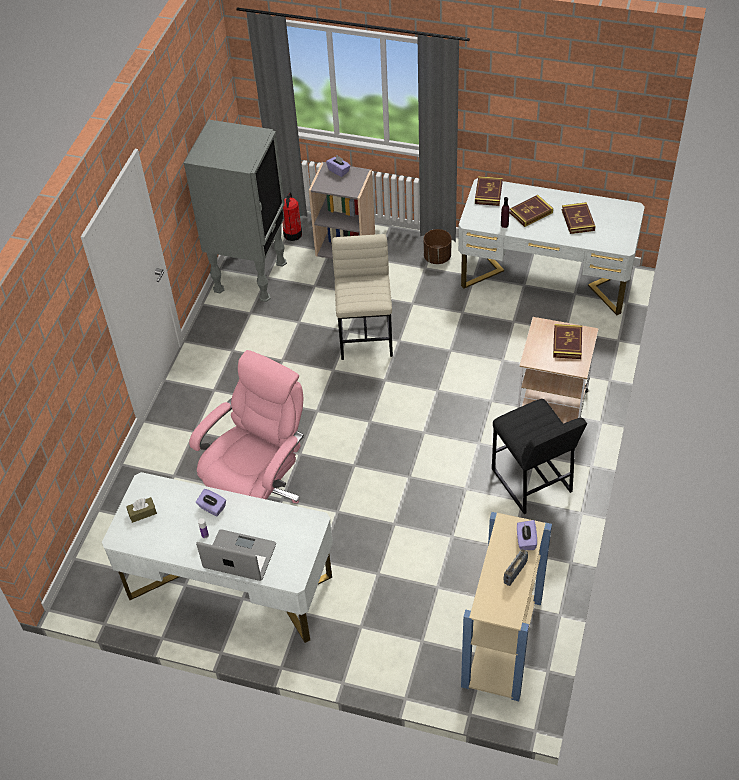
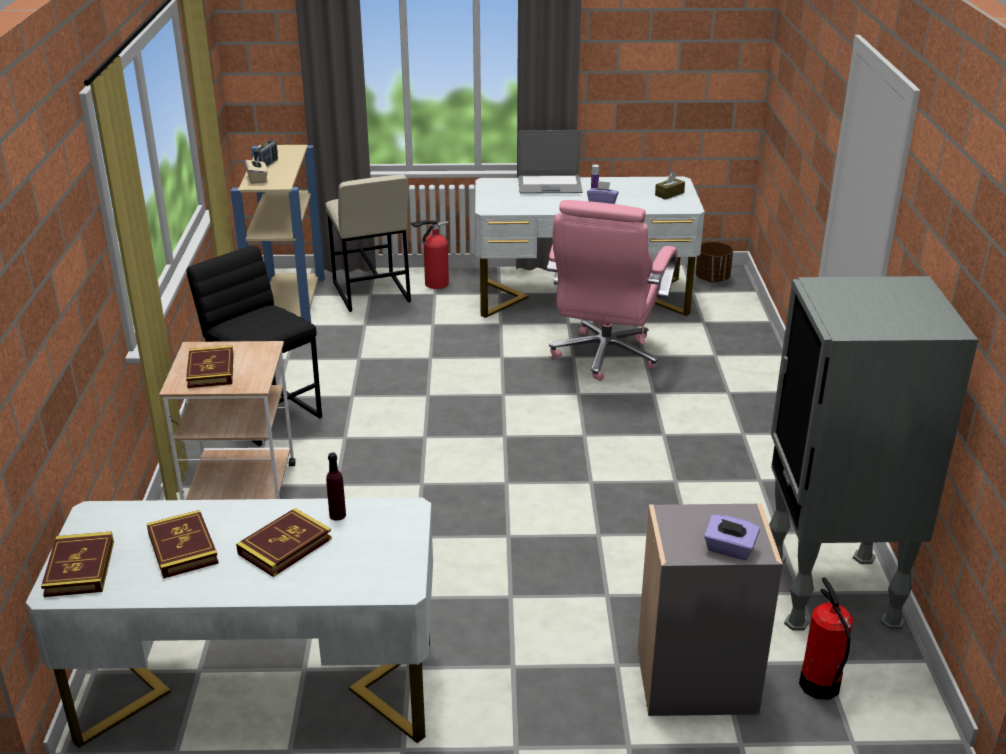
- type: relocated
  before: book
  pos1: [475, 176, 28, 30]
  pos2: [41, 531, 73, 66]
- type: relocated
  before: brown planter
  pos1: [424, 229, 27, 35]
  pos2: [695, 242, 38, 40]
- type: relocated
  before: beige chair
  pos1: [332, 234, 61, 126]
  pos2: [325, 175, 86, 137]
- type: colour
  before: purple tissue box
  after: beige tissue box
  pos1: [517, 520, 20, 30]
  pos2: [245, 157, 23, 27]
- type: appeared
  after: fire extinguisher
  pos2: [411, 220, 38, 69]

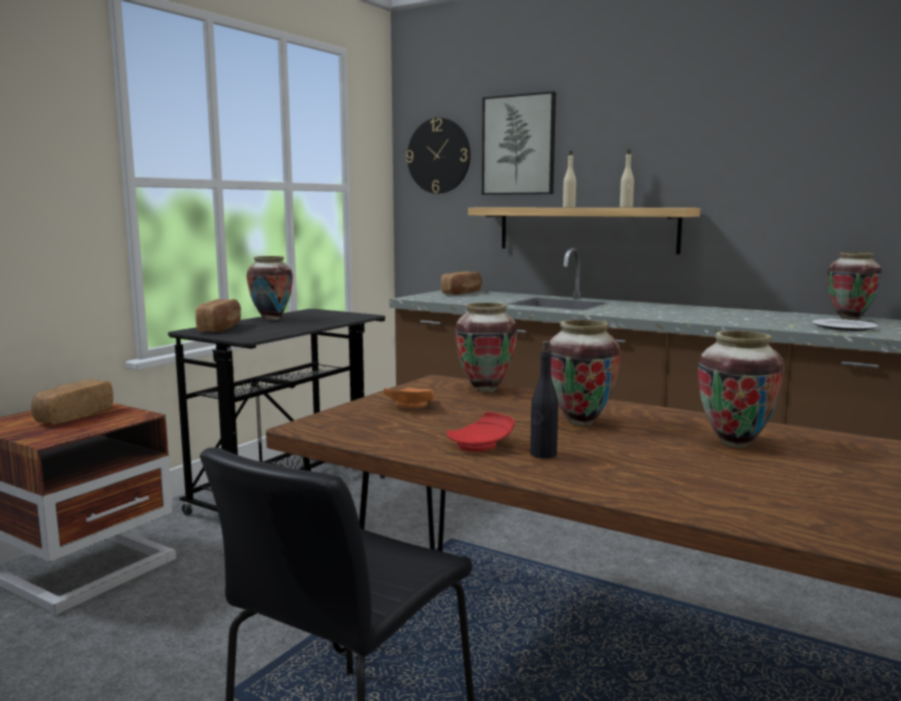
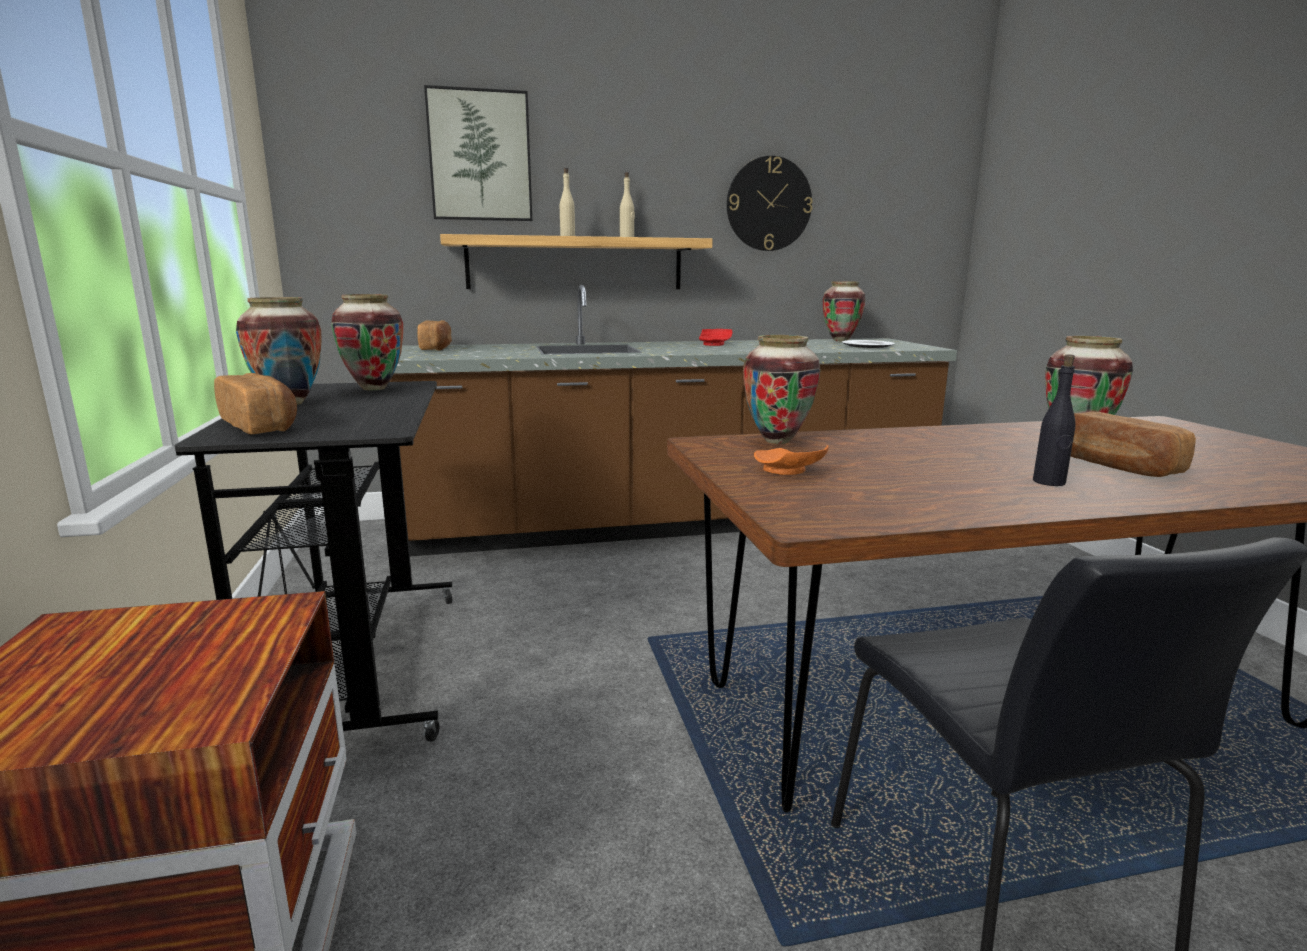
- type: relocated
  before: wall clock
  pos1: [406, 118, 65, 76]
  pos2: [727, 156, 86, 95]
- type: relocated
  before: vase
  pos1: [550, 320, 71, 106]
  pos2: [331, 294, 72, 96]
- type: relocated
  before: bread
  pos1: [31, 379, 82, 45]
  pos2: [1071, 412, 125, 65]
- type: relocated
  before: red plate
  pos1: [446, 412, 69, 40]
  pos2: [699, 329, 33, 17]

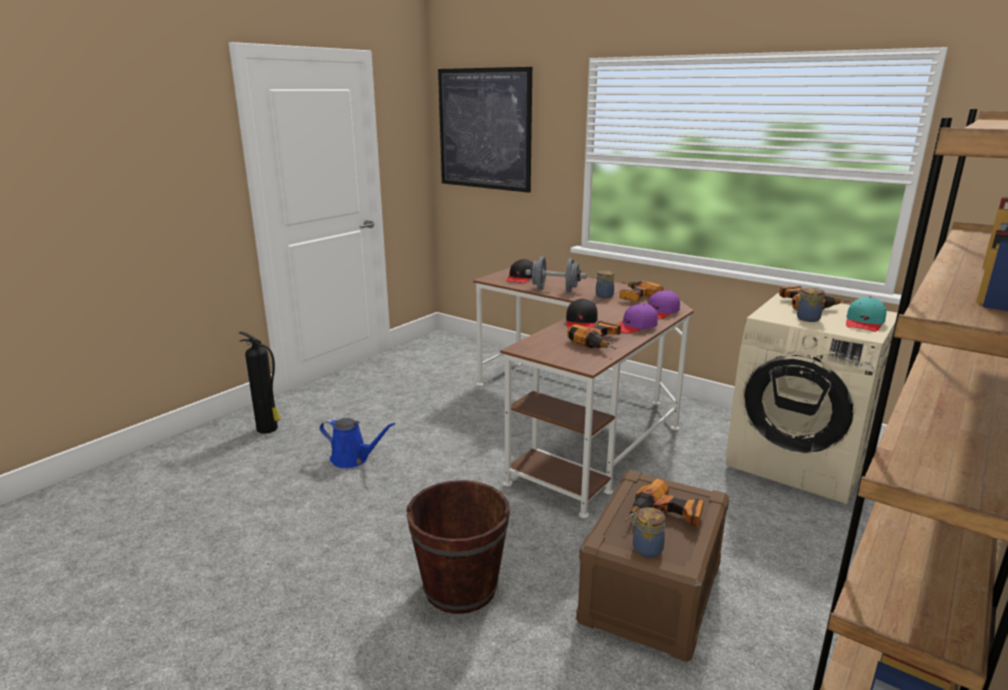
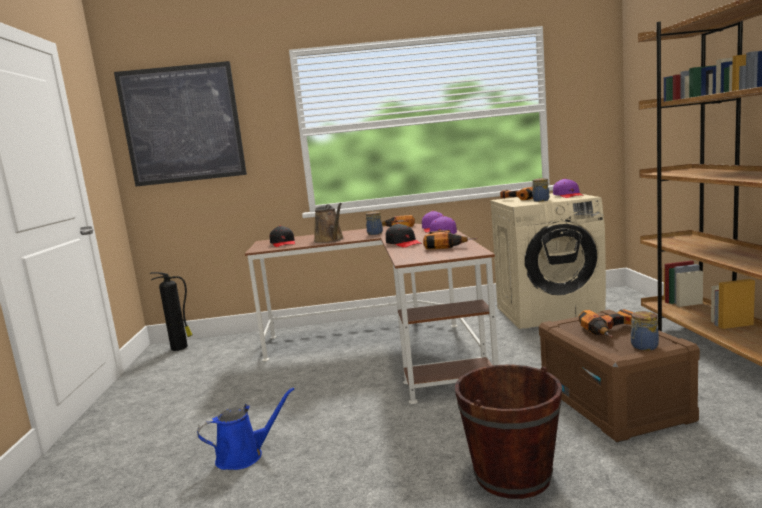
- type: exchanged
  before: grey dumbbell
  after: brown watering can
  pos1: [525, 257, 62, 35]
  pos2: [314, 203, 30, 40]
- type: colour
  before: turquoise cap
  after: purple cap
  pos1: [846, 296, 41, 36]
  pos2: [553, 178, 31, 20]
- type: relocated
  before: fire extinguisher
  pos1: [239, 332, 42, 102]
  pos2: [150, 272, 43, 79]

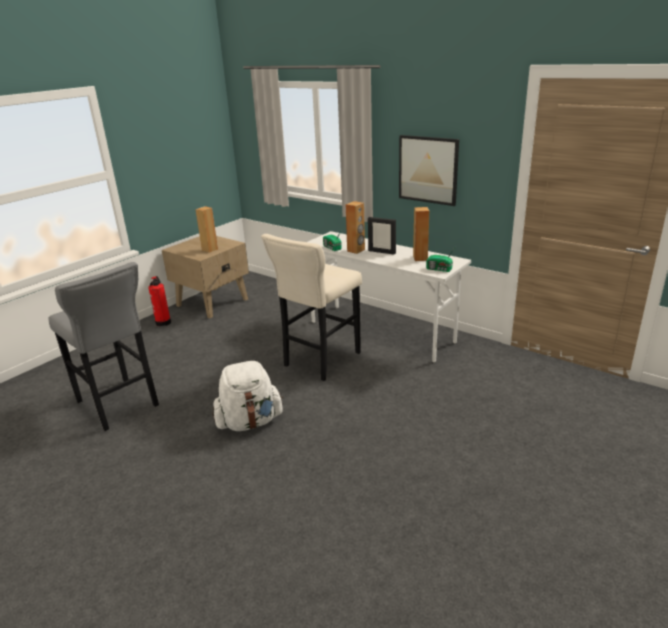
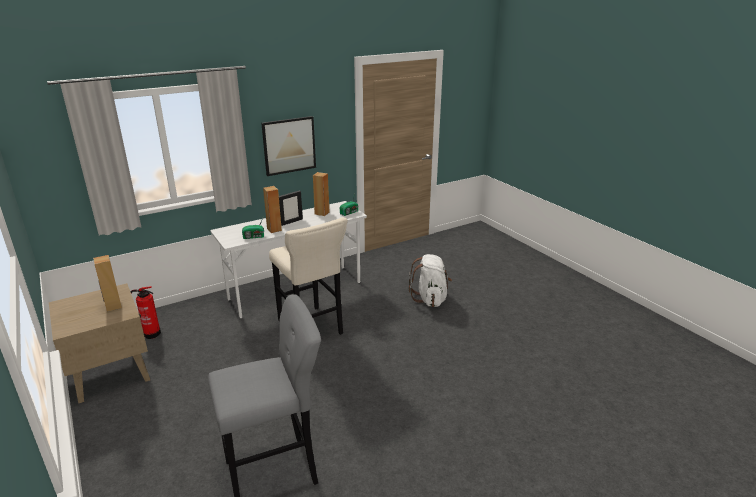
- type: relocated
  before: fire extinguisher
  pos1: [148, 276, 23, 50]
  pos2: [130, 286, 31, 53]
- type: relocated
  before: white backpack
  pos1: [212, 361, 71, 70]
  pos2: [409, 254, 43, 53]

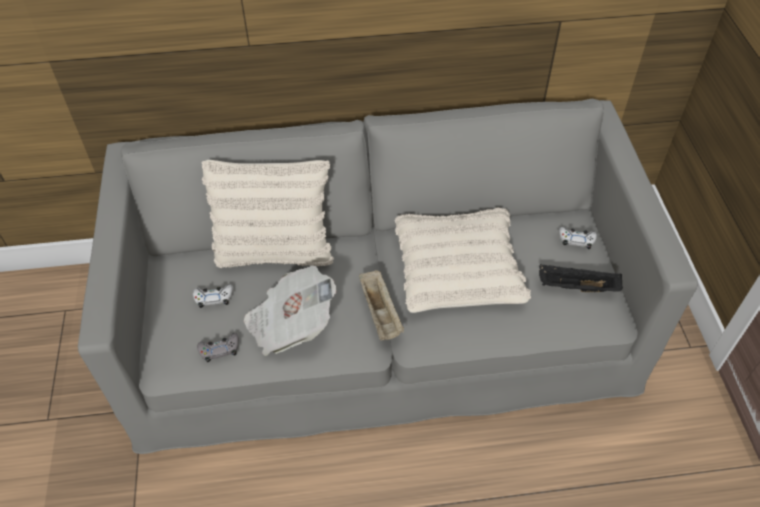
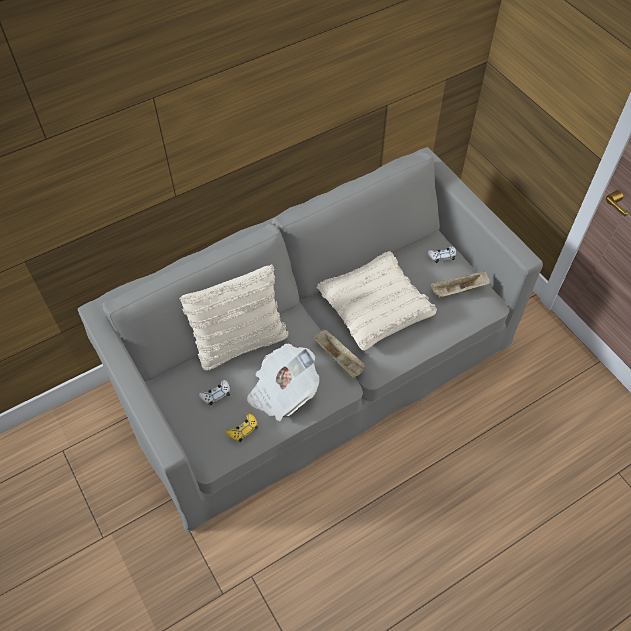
- type: colour
  before: black tray
  after: beige tray
  pos1: [539, 264, 84, 28]
  pos2: [431, 271, 59, 27]
- type: colour
  before: grey game controller
  after: yellow game controller
  pos1: [197, 333, 42, 29]
  pos2: [226, 414, 32, 28]

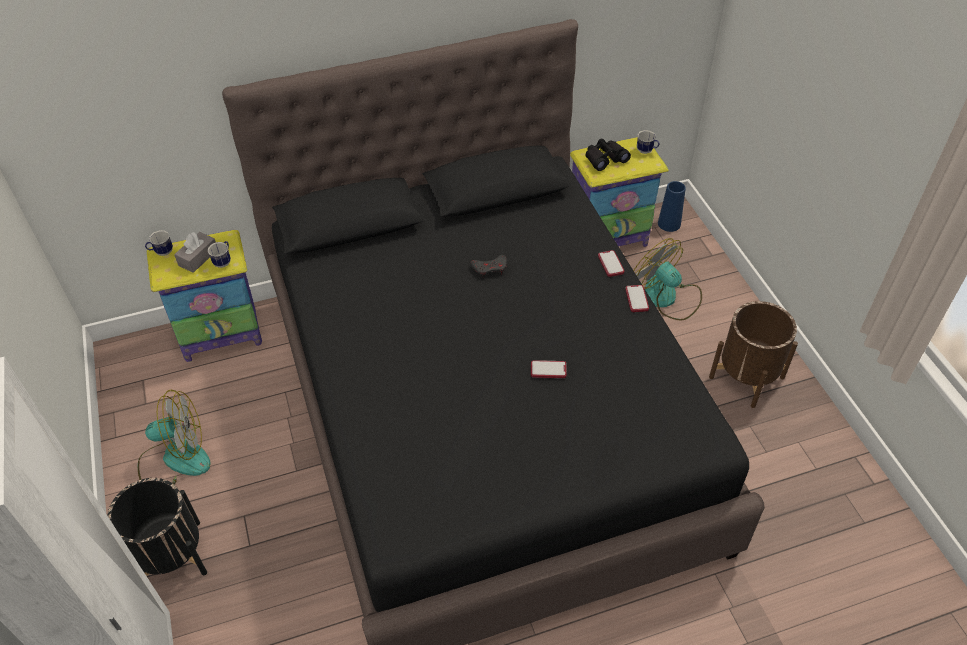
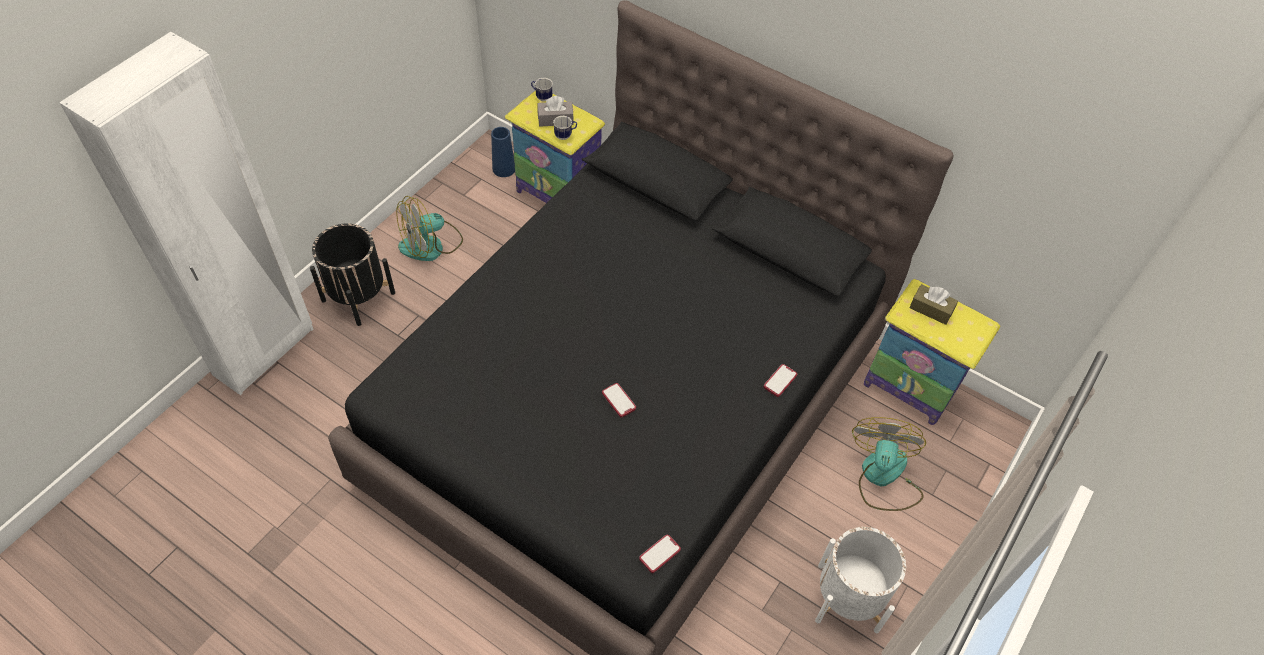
- type: missing
  before: mug
  pos1: [637, 130, 22, 24]
- type: exchanged
  before: black binoculars
  after: brown tissue box
  pos1: [585, 139, 46, 32]
  pos2: [909, 284, 49, 41]
- type: relocated
  before: blue vase
  pos1: [658, 181, 28, 51]
  pos2: [491, 127, 24, 50]
- type: missing
  before: grey game controller
  pos1: [470, 255, 37, 23]
- type: relocated
  before: phone
  pos1: [625, 285, 24, 27]
  pos2: [639, 535, 42, 38]
- type: colour
  before: brown planter
  after: white planter
  pos1: [709, 301, 89, 107]
  pos2: [815, 527, 91, 106]
- type: spun
  before: fan
  pos1: [138, 389, 73, 96]
  pos2: [396, 196, 67, 65]
  turn: 105

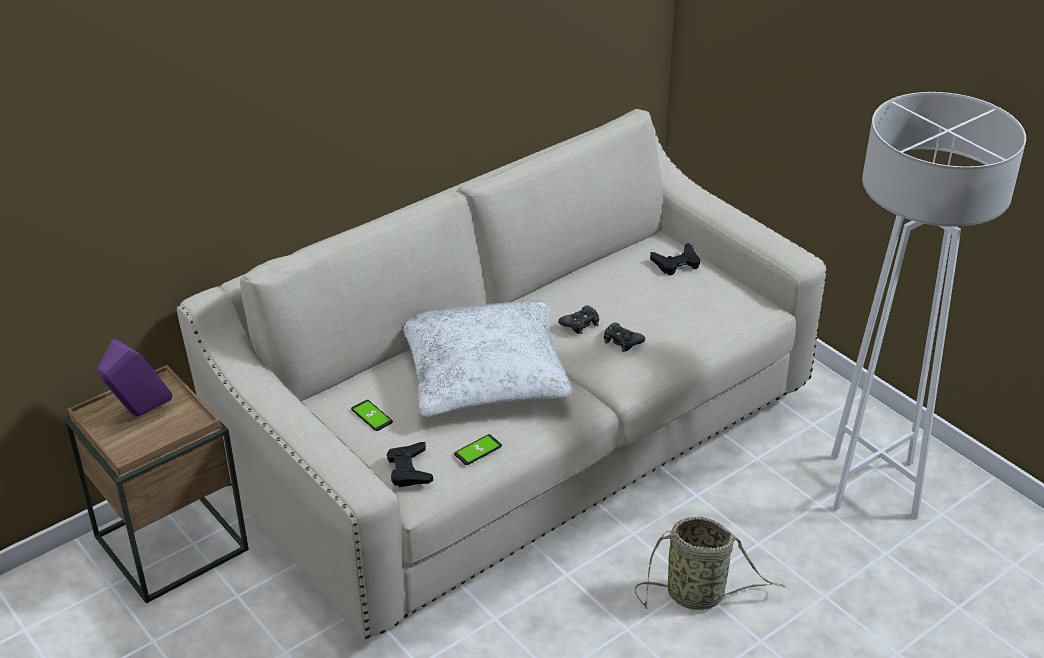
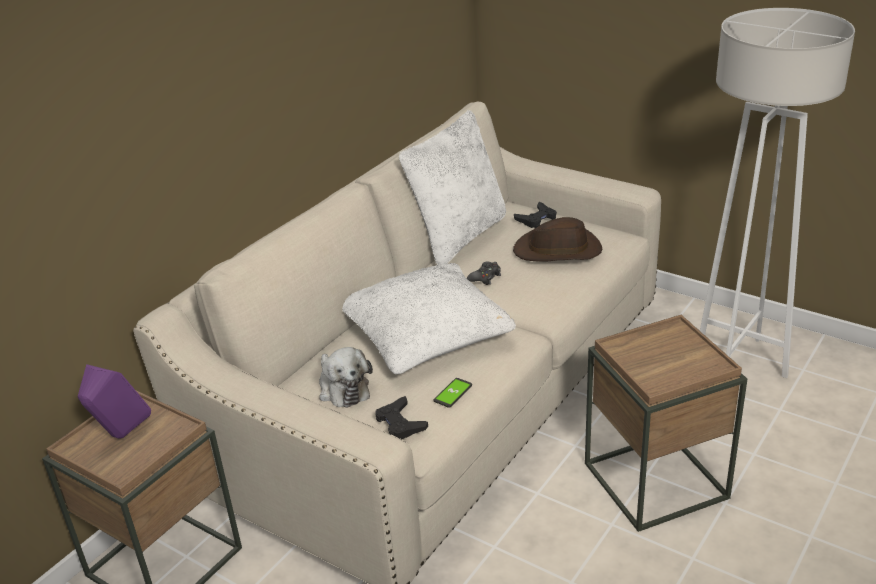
- type: missing
  before: black game controller
  pos1: [604, 322, 41, 30]
- type: exchanged
  before: phone
  after: plush toy
  pos1: [351, 400, 42, 31]
  pos2: [319, 347, 54, 61]
- type: exchanged
  before: basket
  after: brown side table
  pos1: [635, 517, 150, 93]
  pos2: [585, 315, 162, 217]
- type: appeared
  after: white pillow
  pos2: [398, 110, 108, 155]
- type: appeared
  after: brown hat
  pos2: [513, 217, 89, 45]

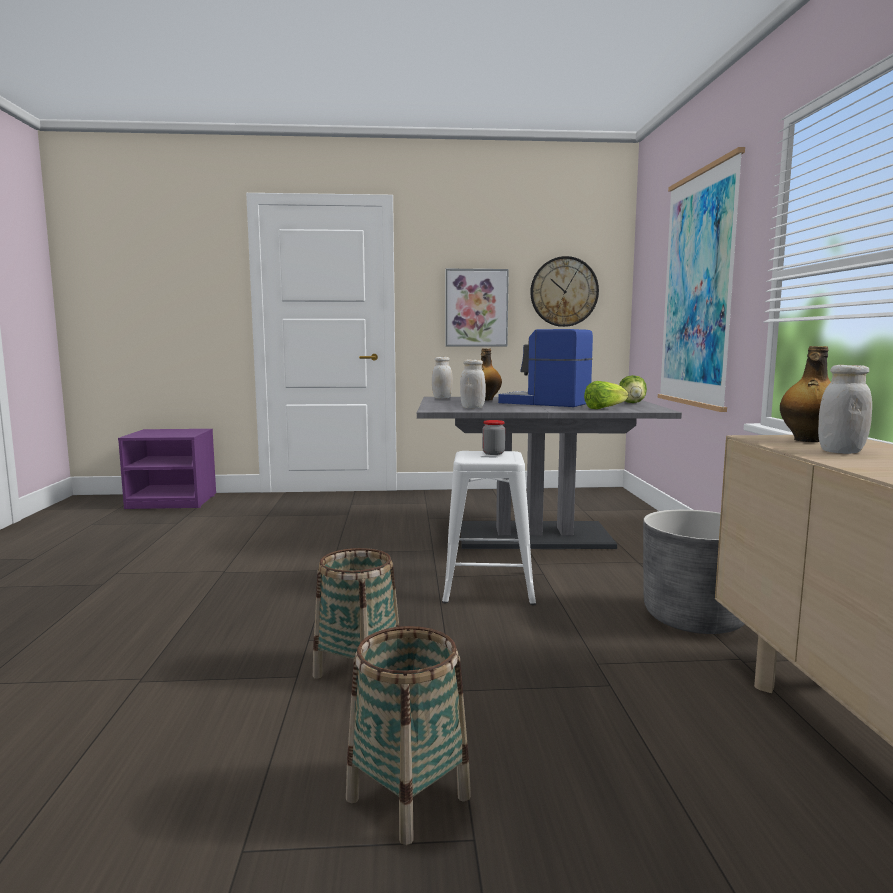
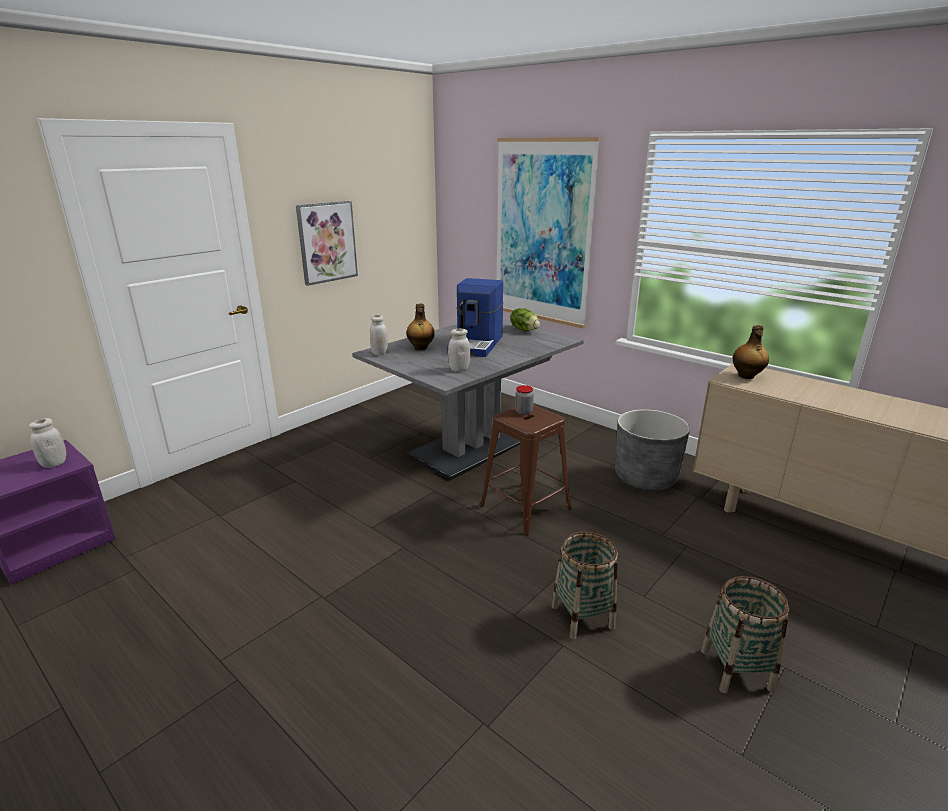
- type: missing
  before: wall clock
  pos1: [530, 256, 69, 71]
- type: spun
  before: coffee machine
  pos1: [498, 329, 95, 78]
  pos2: [447, 278, 57, 79]
  turn: -60
- type: relocated
  before: white jar
  pos1: [818, 365, 54, 89]
  pos2: [29, 418, 37, 50]
- type: missing
  before: lettuce
  pos1: [584, 381, 44, 28]
- type: colour
  before: white stool
  after: brown stool
  pos1: [442, 451, 94, 154]
  pos2: [479, 405, 93, 131]

